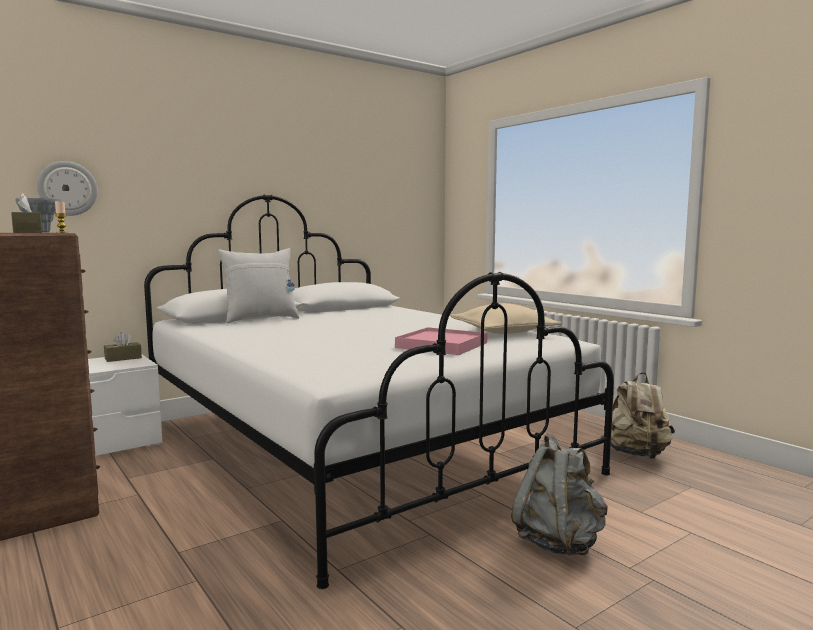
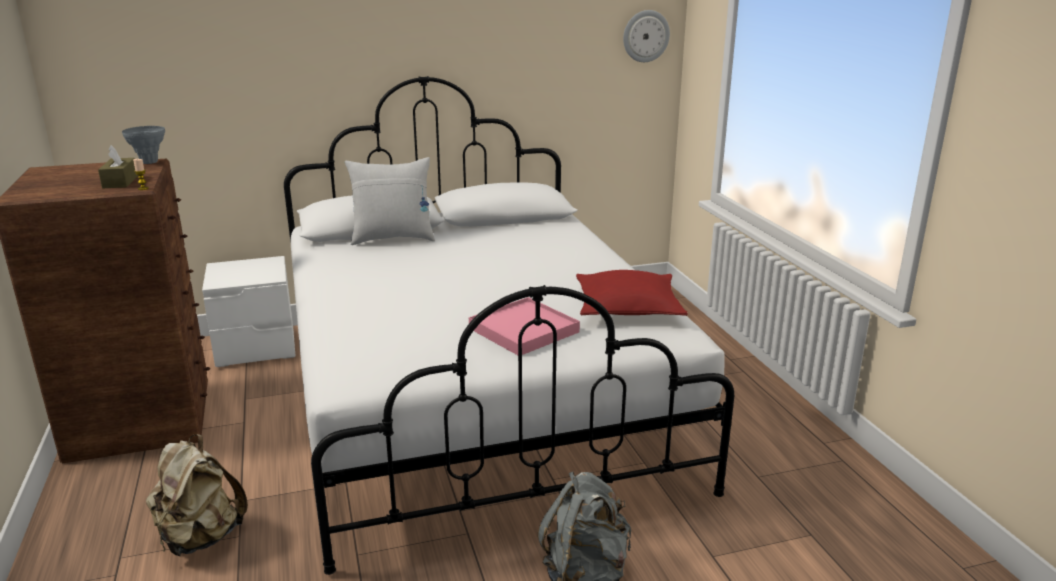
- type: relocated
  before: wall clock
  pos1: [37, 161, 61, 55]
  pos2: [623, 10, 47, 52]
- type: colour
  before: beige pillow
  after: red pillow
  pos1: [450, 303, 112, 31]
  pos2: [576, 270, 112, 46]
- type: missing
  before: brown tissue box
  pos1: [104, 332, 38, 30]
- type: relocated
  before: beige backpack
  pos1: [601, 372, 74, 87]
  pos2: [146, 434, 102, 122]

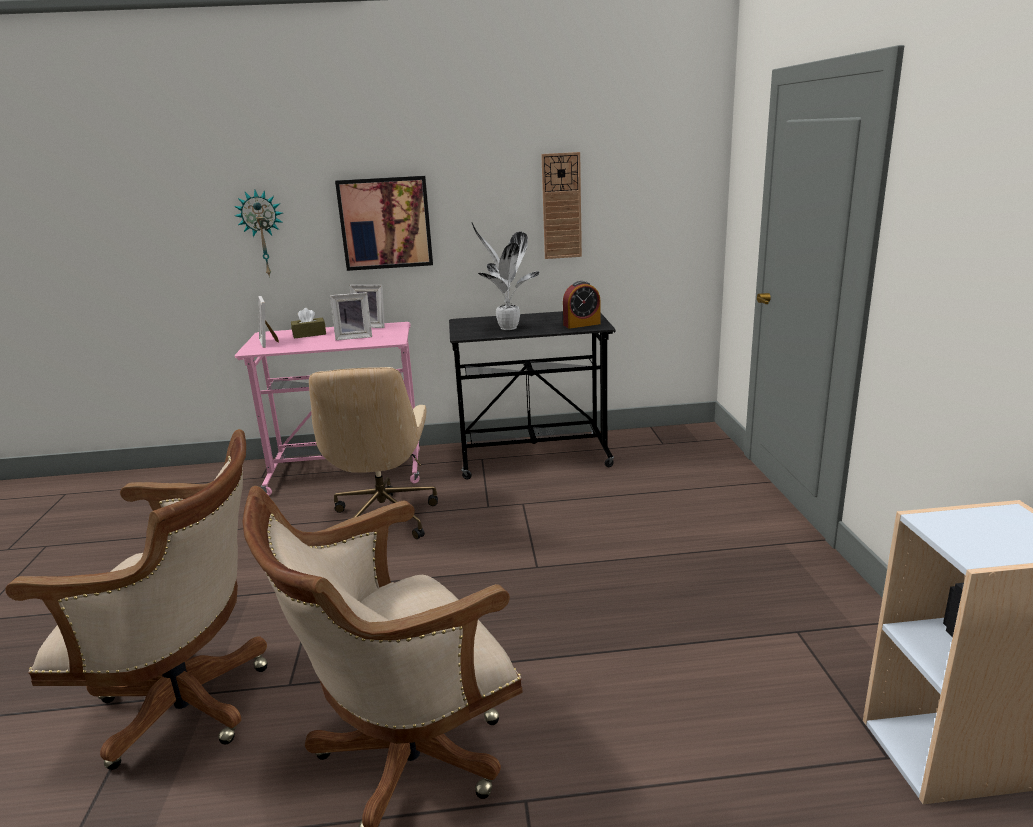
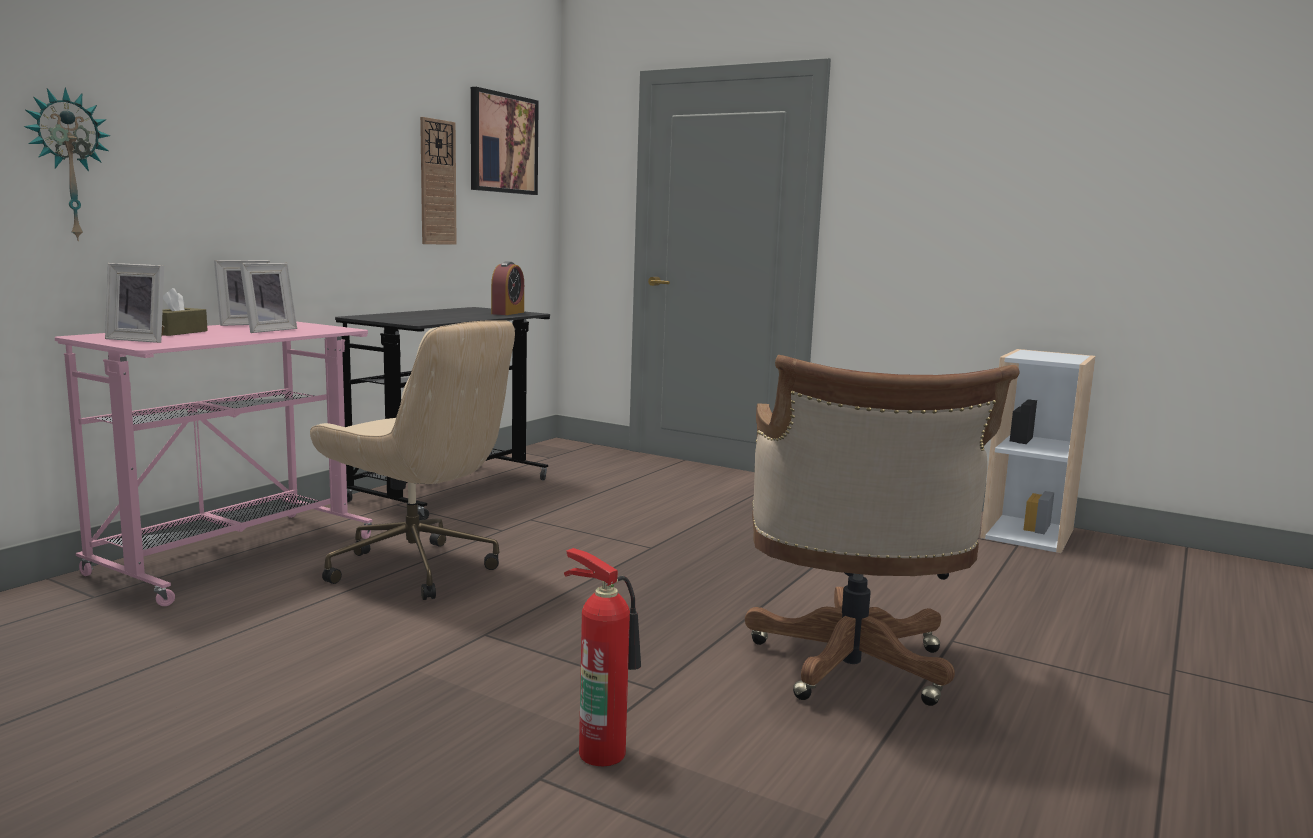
- type: relocated
  before: picture
  pos1: [335, 176, 98, 95]
  pos2: [471, 87, 68, 108]
- type: missing
  before: potted plant
  pos1: [471, 222, 68, 108]
- type: exchanged
  before: office chair
  after: fire extinguisher
  pos1: [5, 429, 263, 341]
  pos2: [564, 548, 77, 218]

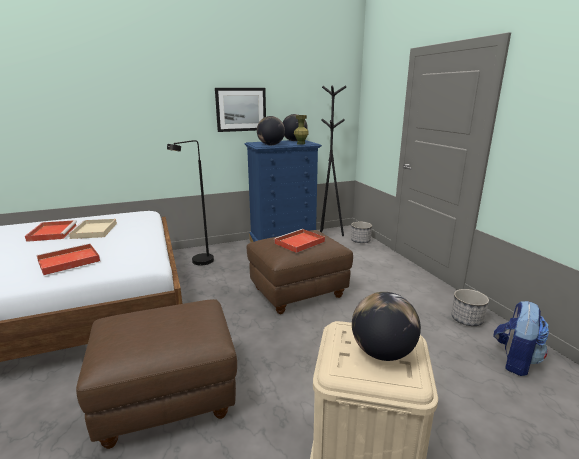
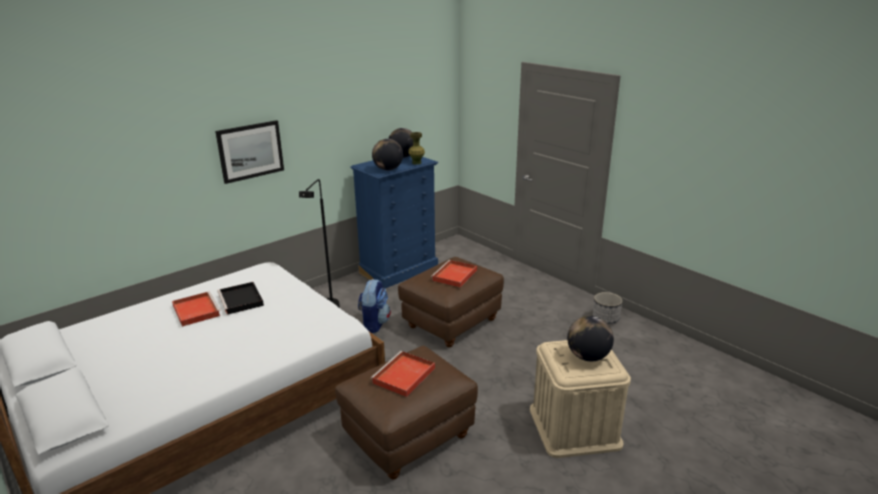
- type: missing
  before: black clothes rack
  pos1: [320, 85, 26, 151]
- type: relocated
  before: picture
  pos1: [215, 88, 51, 44]
  pos2: [215, 120, 69, 64]
- type: colour
  before: beige tray
  after: black tray
  pos1: [67, 219, 50, 20]
  pos2: [217, 282, 47, 33]
- type: missing
  before: planter
  pos1: [351, 222, 21, 21]
- type: relocated
  before: red tray
  pos1: [37, 243, 63, 32]
  pos2: [371, 351, 64, 46]
- type: relocated
  before: backpack
  pos1: [493, 301, 56, 75]
  pos2: [358, 279, 33, 54]

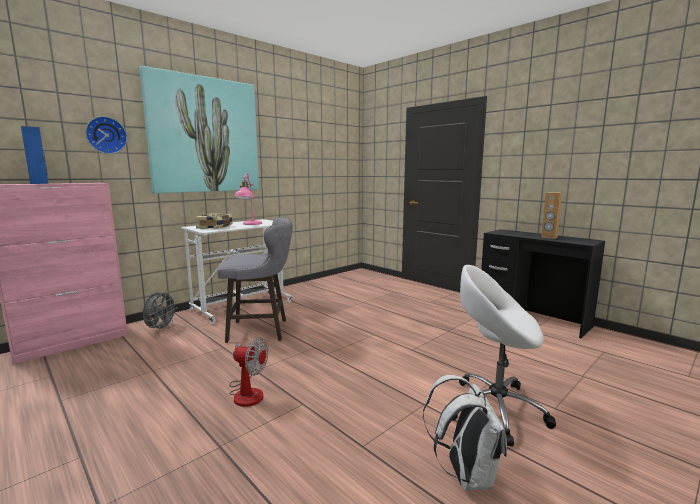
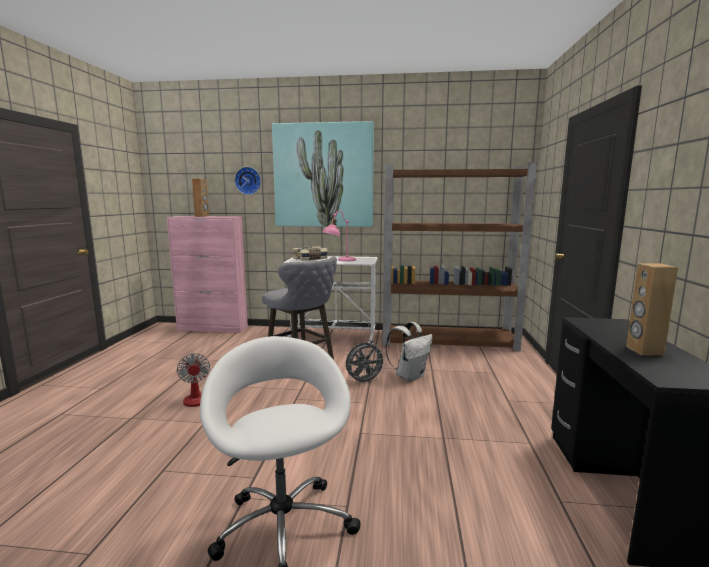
- type: colour
  before: blue speaker
  after: brown speaker
  pos1: [21, 126, 27, 58]
  pos2: [192, 179, 17, 38]
- type: relocated
  before: grey fan
  pos1: [143, 291, 35, 40]
  pos2: [346, 343, 40, 42]
- type: relocated
  before: white backpack
  pos1: [423, 375, 84, 115]
  pos2: [385, 322, 48, 60]
- type: appeared
  after: brown bookcase
  pos2: [382, 162, 155, 189]

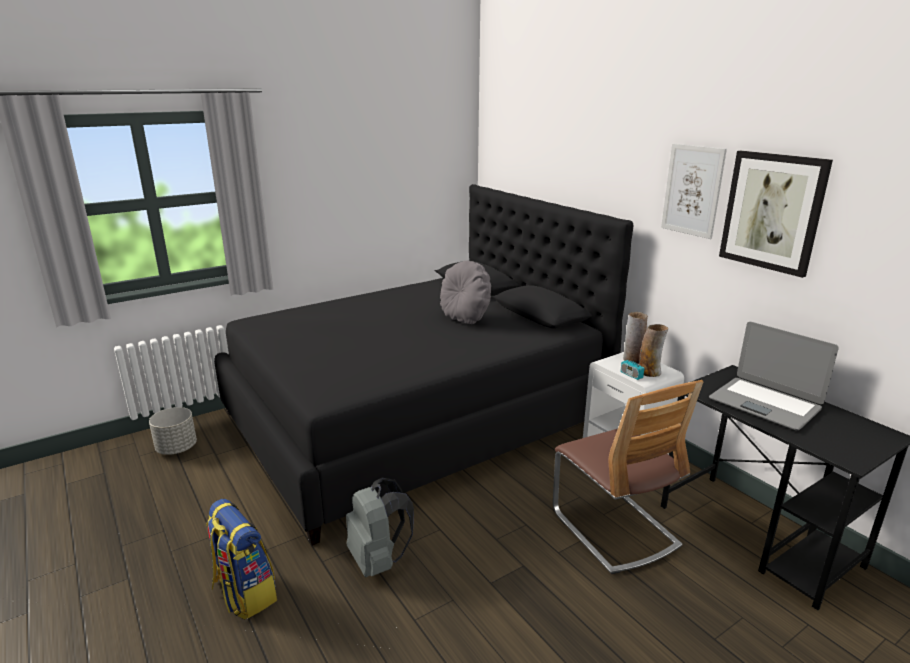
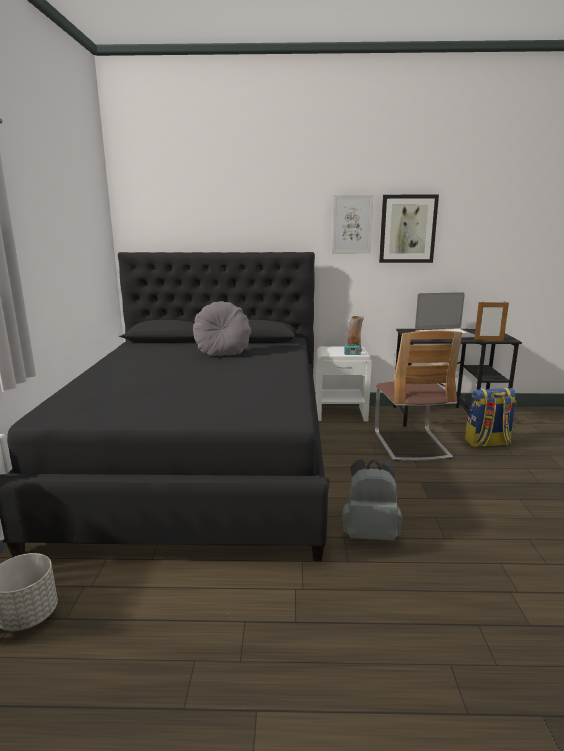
- type: missing
  before: vase
  pos1: [623, 312, 25, 52]
- type: spun
  before: chair
  pos1: [553, 380, 150, 194]
  pos2: [375, 330, 87, 132]
  turn: 75
- type: relocated
  before: backpack
  pos1: [206, 499, 71, 121]
  pos2: [465, 388, 51, 59]
- type: appeared
  after: picture frame
  pos2: [474, 302, 35, 39]

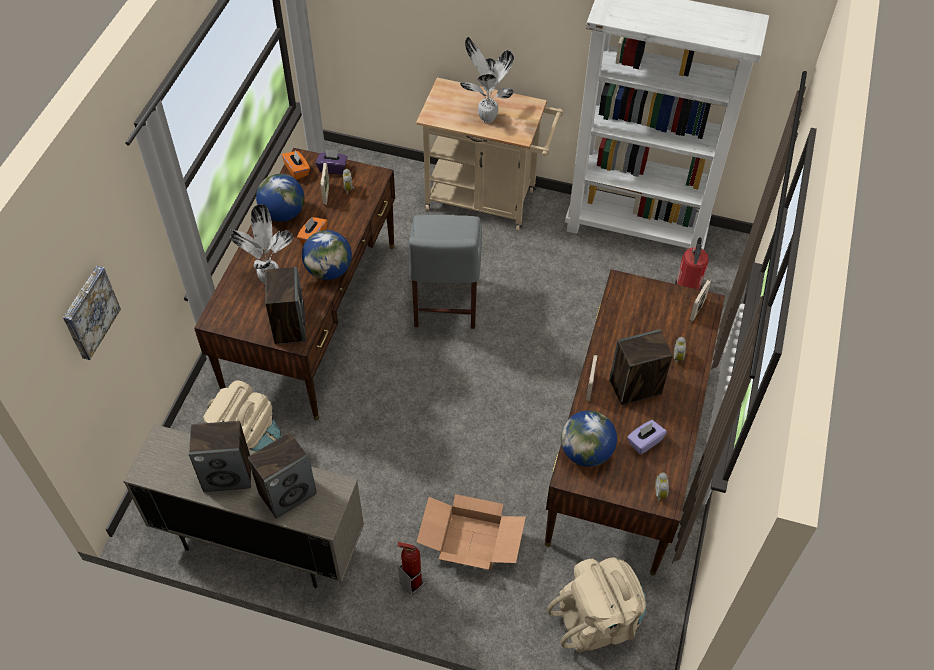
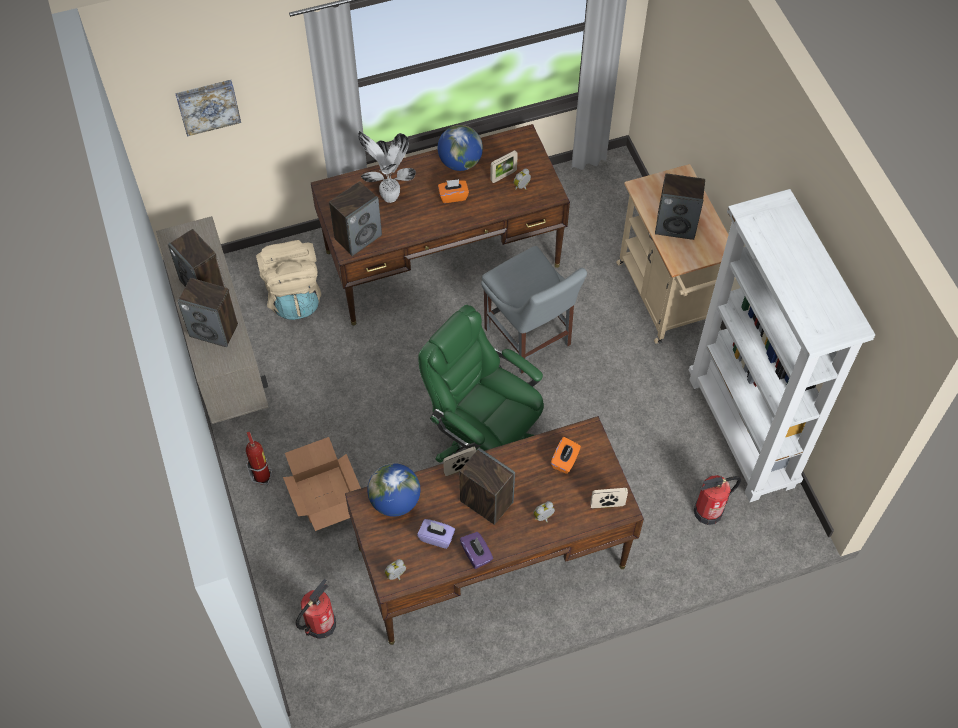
- type: exchanged
  before: potted plant
  after: speaker
  pos1: [460, 37, 54, 86]
  pos2: [655, 173, 50, 67]
- type: relocated
  before: orange tissue box
  pos1: [282, 150, 28, 30]
  pos2: [551, 437, 30, 37]
- type: relocated
  before: purple tissue box
  pos1: [316, 150, 31, 25]
  pos2: [460, 532, 33, 37]
- type: spun
  before: grey chair
  pos1: [409, 215, 73, 114]
  pos2: [481, 246, 106, 128]
  turn: -90
- type: missing
  before: globe
  pos1: [302, 230, 50, 50]
- type: exchanged
  before: beige backpack
  after: fire extinguisher
  pos1: [547, 557, 99, 96]
  pos2: [296, 579, 40, 60]
- type: appeared
  after: green office chair
  pos2: [418, 305, 126, 158]

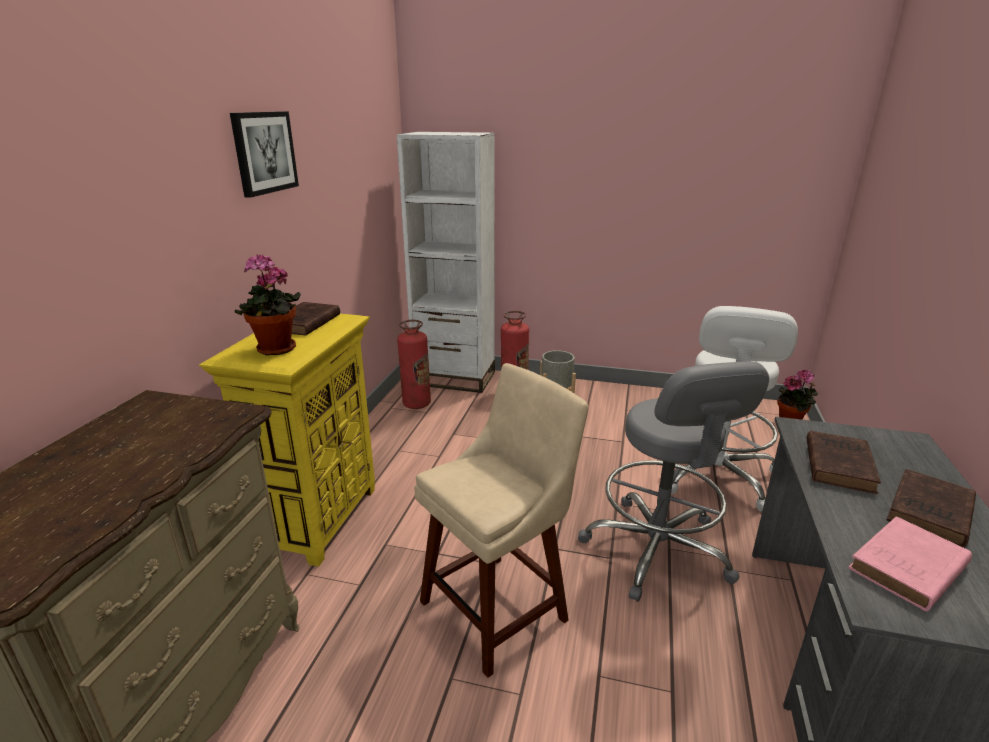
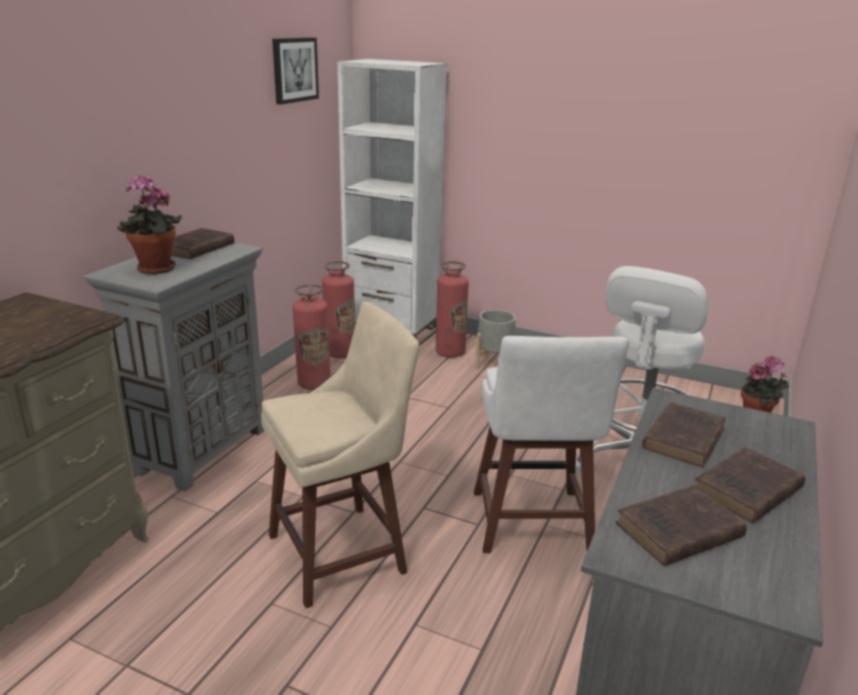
- type: relocated
  before: picture
  pos1: [230, 111, 69, 87]
  pos2: [272, 37, 47, 68]
- type: colour
  before: yellow cabinet
  after: grey cabinet
  pos1: [199, 314, 176, 253]
  pos2: [82, 242, 182, 249]
- type: exchanged
  before: grey stool
  after: white chair
  pos1: [578, 361, 191, 241]
  pos2: [474, 336, 155, 217]
- type: colour
  before: pink book
  after: brown book
  pos1: [848, 517, 124, 94]
  pos2: [616, 485, 131, 81]
- type: appeared
  after: fire extinguisher
  pos2: [292, 284, 39, 106]

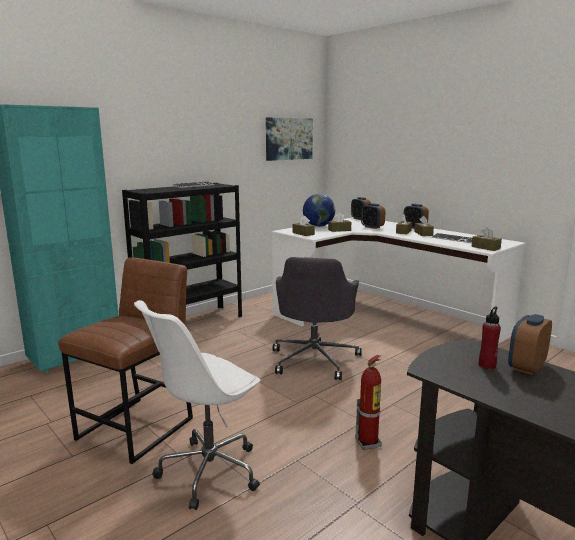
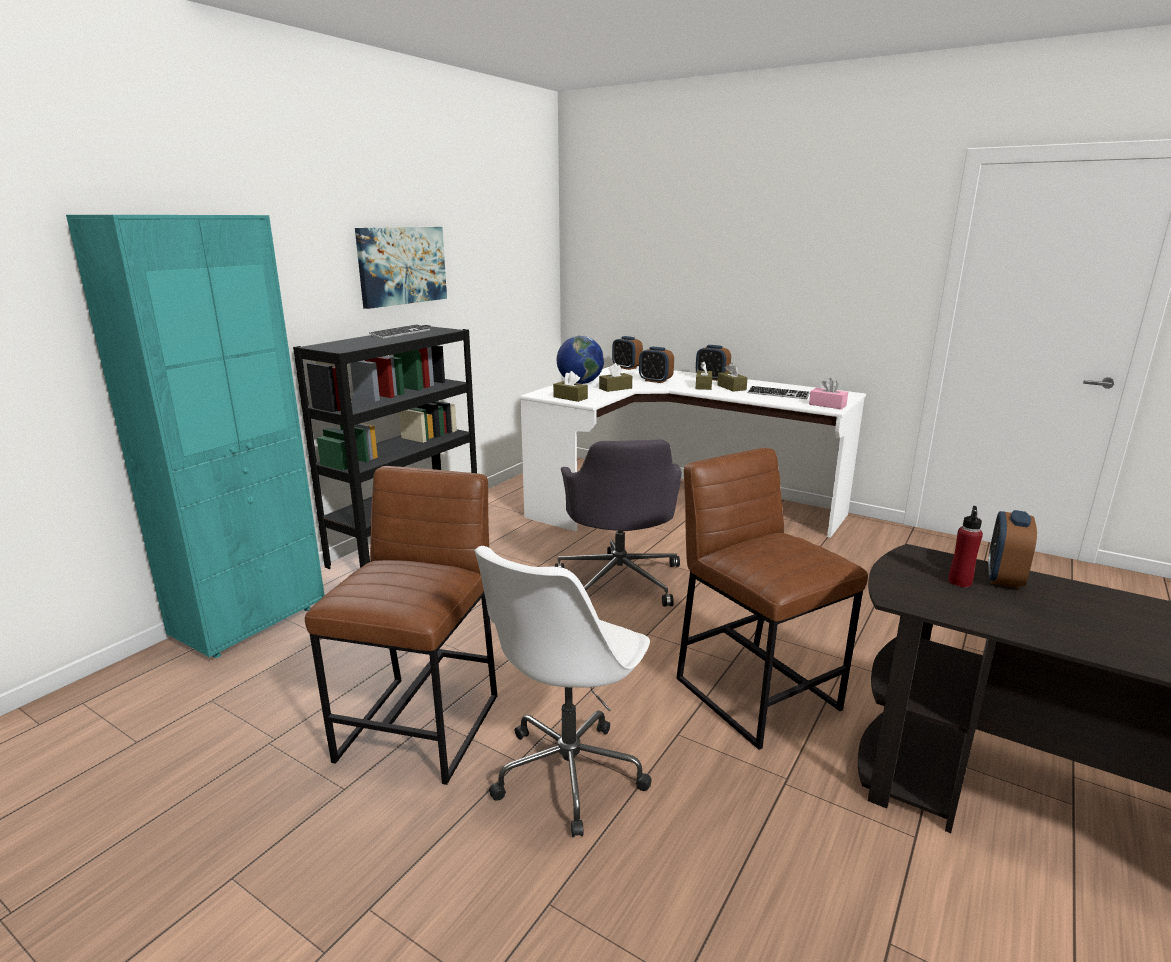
- type: relocated
  before: picture
  pos1: [266, 117, 47, 44]
  pos2: [355, 227, 92, 82]
- type: colour
  before: brown tissue box
  after: pink tissue box
  pos1: [472, 228, 30, 23]
  pos2: [809, 378, 39, 31]
- type: exchanged
  before: fire extinguisher
  after: brown chair
  pos1: [355, 355, 27, 95]
  pos2: [677, 448, 191, 302]

